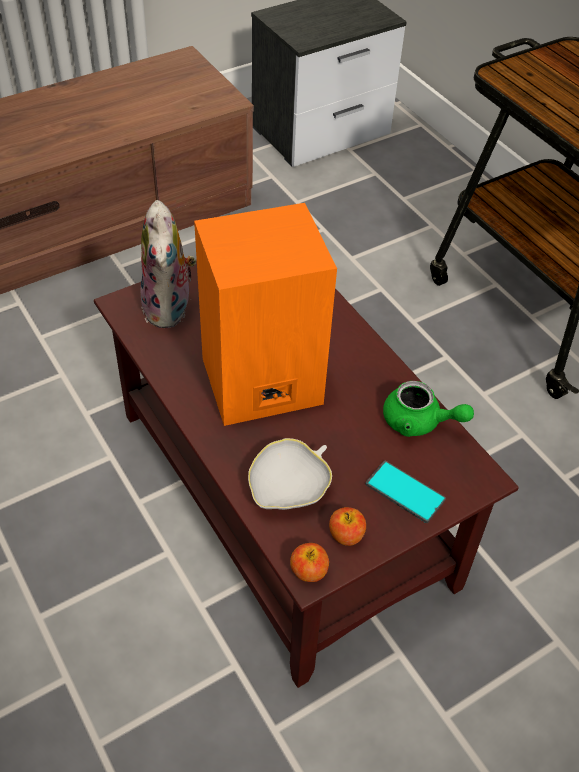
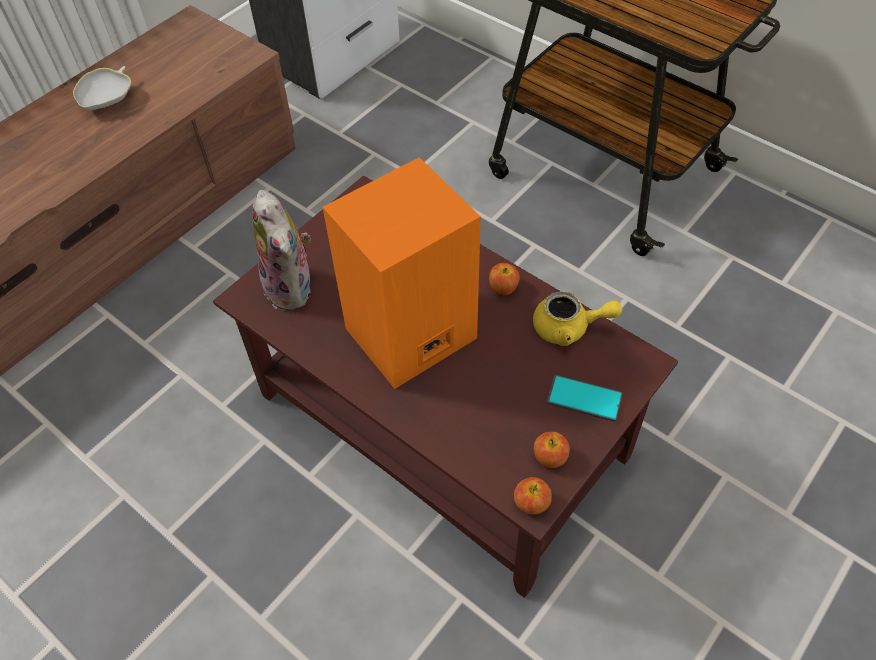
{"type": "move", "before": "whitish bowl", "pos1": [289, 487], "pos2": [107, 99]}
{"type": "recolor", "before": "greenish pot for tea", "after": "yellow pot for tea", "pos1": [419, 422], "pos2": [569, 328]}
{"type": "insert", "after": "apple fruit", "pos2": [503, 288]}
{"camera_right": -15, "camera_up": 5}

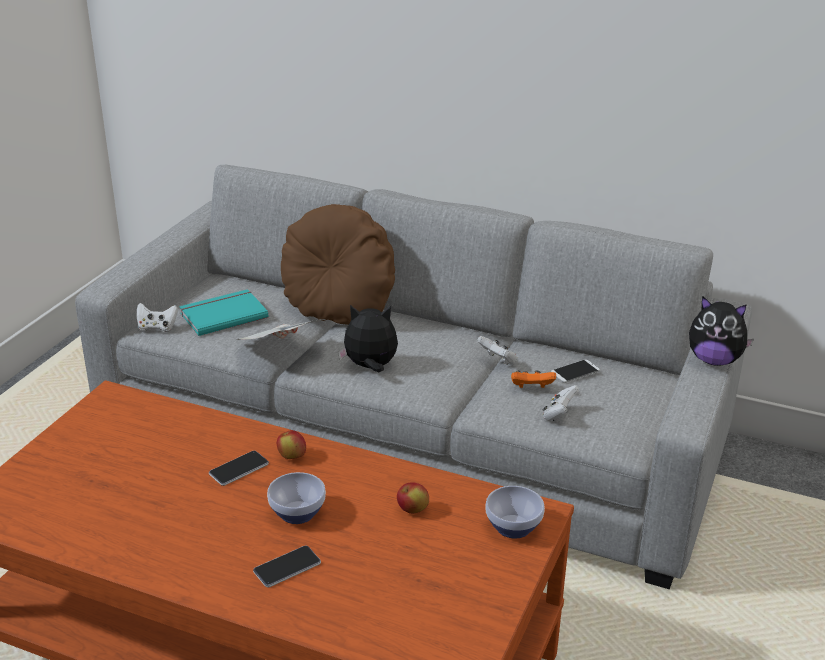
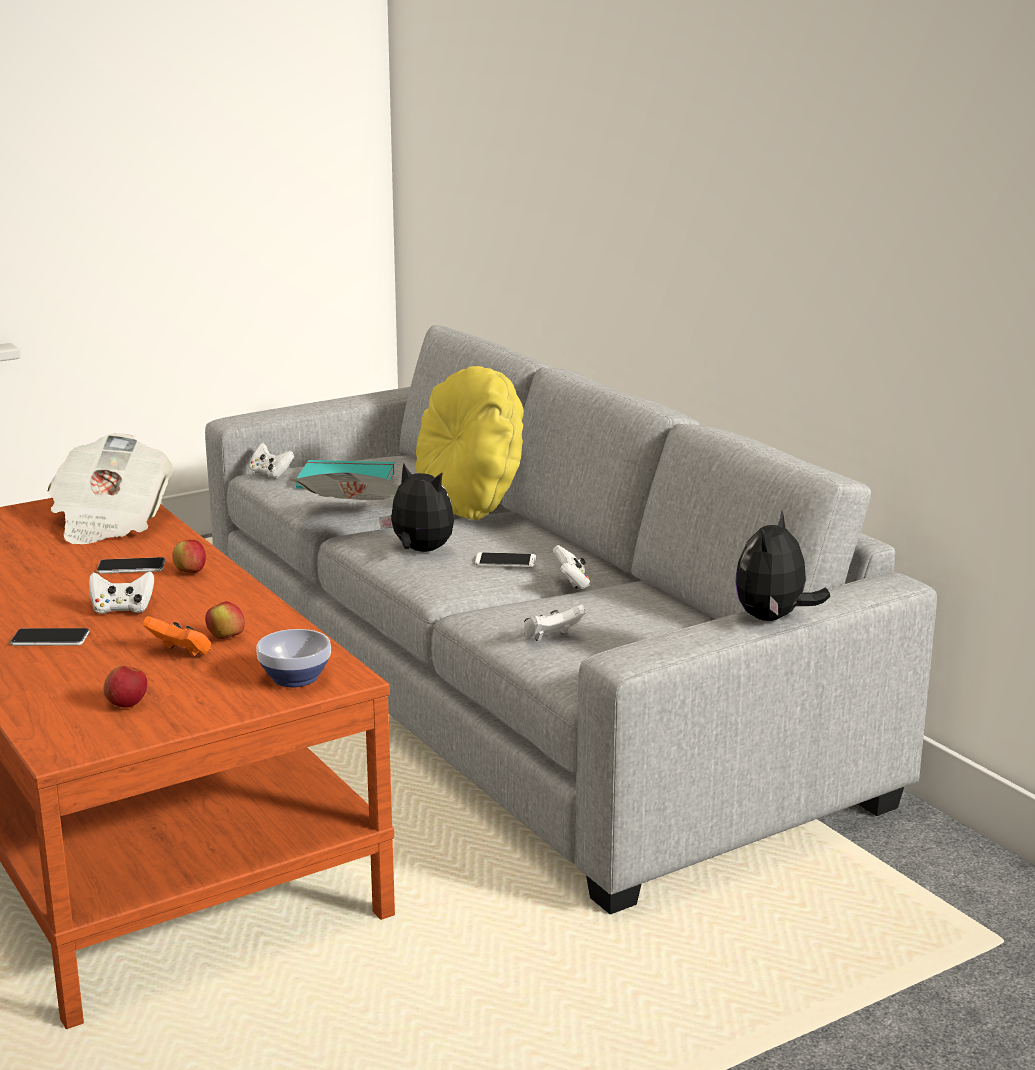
{"type": "replace", "before": "bowl", "after": "whitish joypad", "pos1": [297, 514], "pos2": [122, 609]}
{"type": "recolor", "before": "brown-coloured pillow", "after": "yellow pillow", "pos1": [339, 314], "pos2": [469, 508]}
{"type": "move", "before": "orange-coloured joypad", "pos1": [531, 388], "pos2": [181, 653]}
{"type": "move", "before": "handset", "pos1": [575, 372], "pos2": [505, 561]}
{"type": "rotate", "before": "cuddly toy", "pos1": [714, 360], "pos2": [773, 618], "turn": 60}
{"type": "insert", "after": "daily paper", "pos2": [110, 522]}
{"type": "insert", "after": "apple fruit", "pos2": [127, 705]}
{"camera_right": 35, "camera_up": -10}

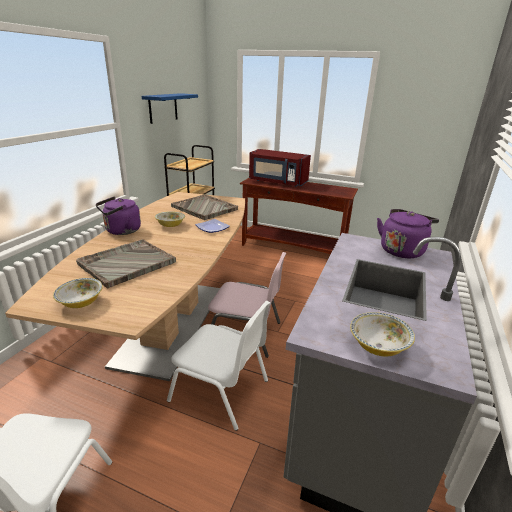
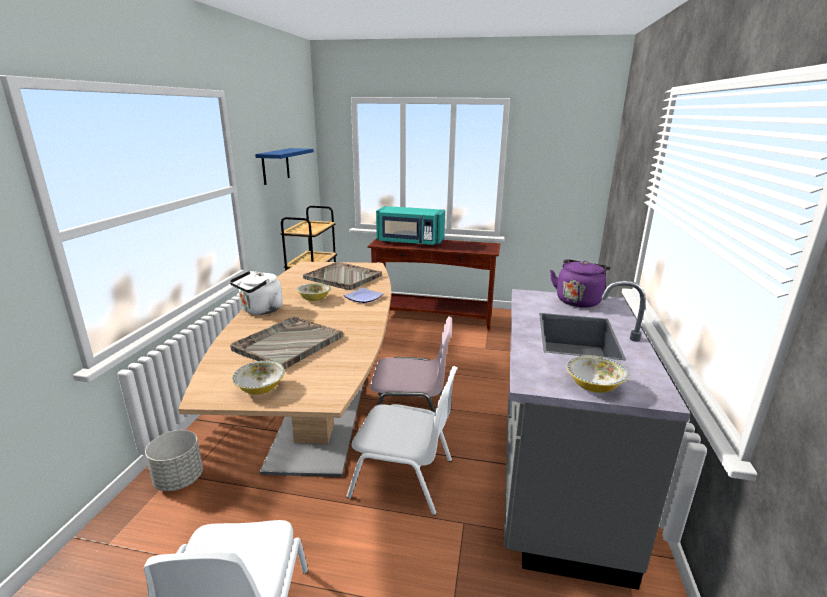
{"type": "recolor", "before": "purple kettle", "after": "whitish kettle", "pos1": [121, 231], "pos2": [260, 310]}
{"type": "recolor", "before": "reddish microwave", "after": "blue-green microwave", "pos1": [277, 182], "pos2": [410, 242]}
{"type": "insert", "after": "gray flower pot", "pos2": [179, 479]}
{"camera_right": -10, "camera_up": -5}

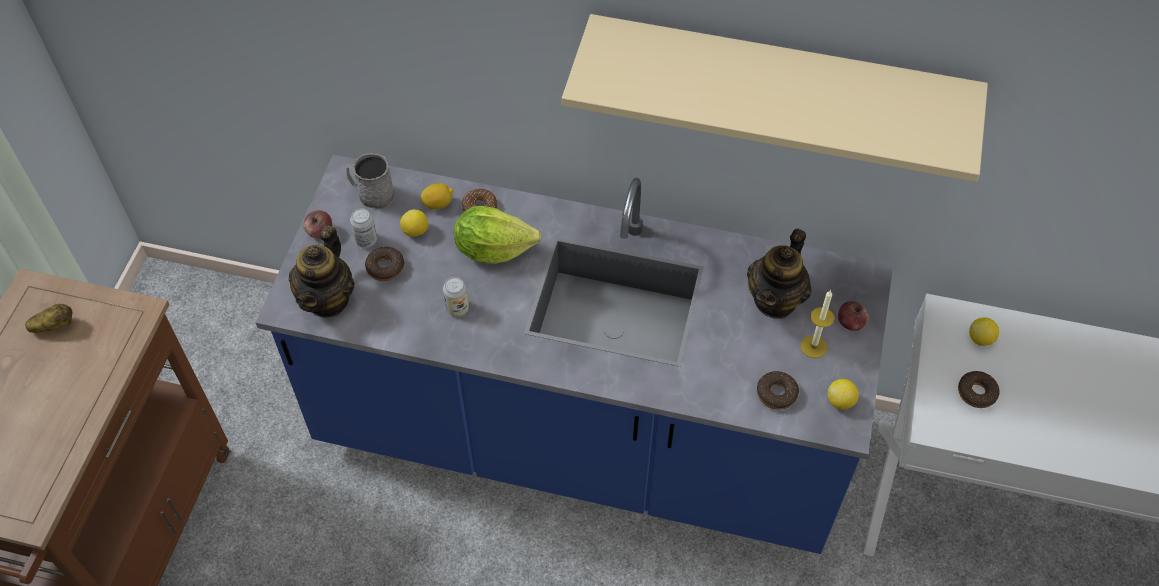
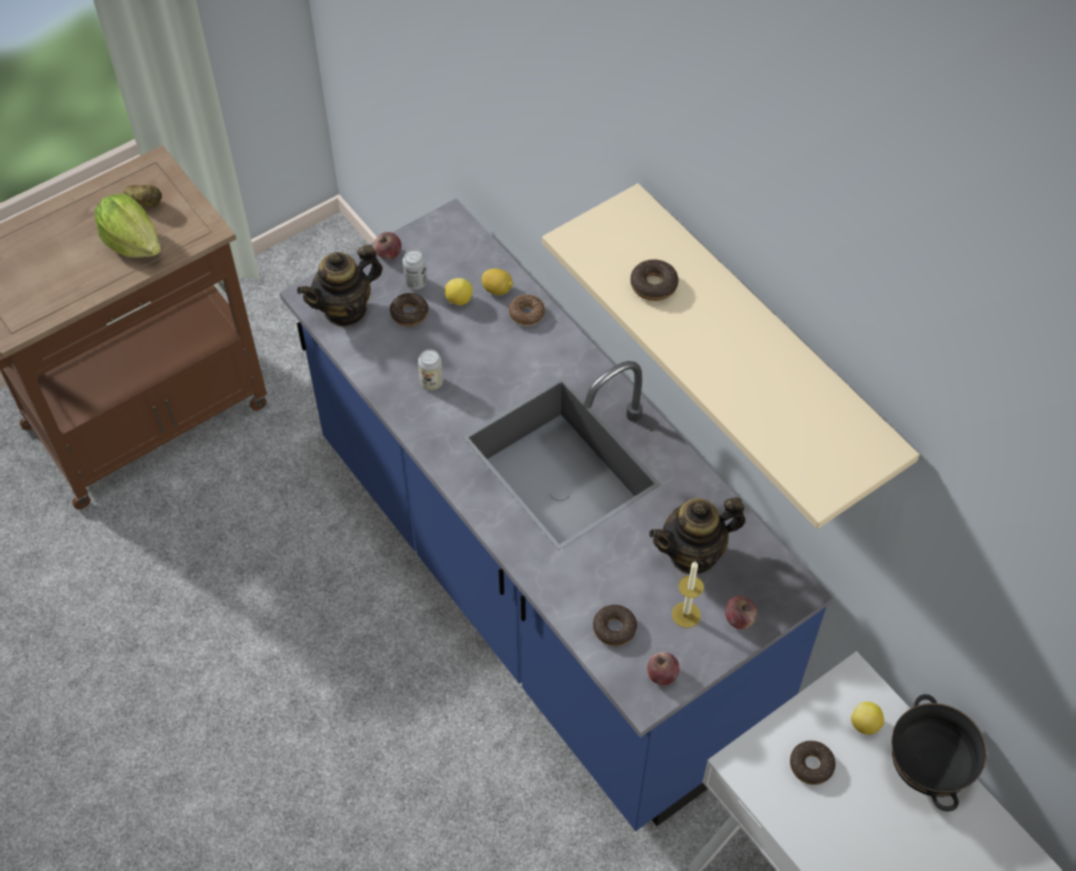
{"type": "delete", "before": "gray coffee mug", "pos1": [371, 194]}
{"type": "move", "before": "lettuce head", "pos1": [493, 249], "pos2": [133, 243]}
{"type": "replace", "before": "lemon", "after": "apple fruit", "pos1": [840, 401], "pos2": [662, 674]}
{"type": "insert", "after": "doughnut", "pos2": [653, 285]}
{"type": "insert", "after": "black bowl", "pos2": [925, 769]}
{"camera_right": 40, "camera_up": 0}

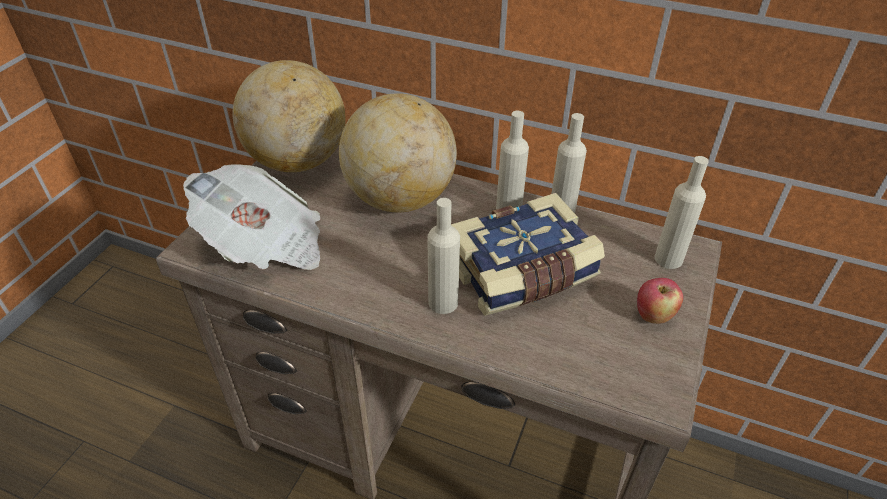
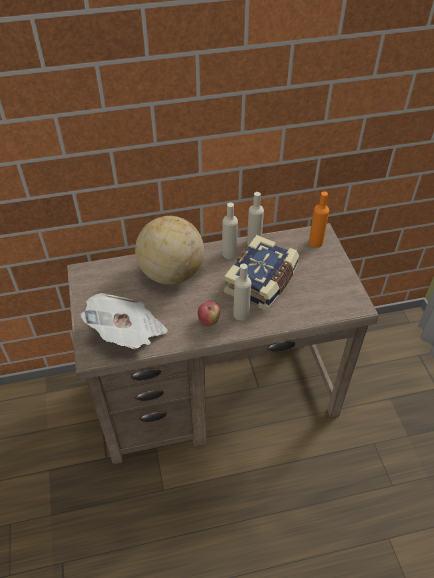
{"type": "delete", "before": "desk globe", "pos1": [298, 161]}
{"type": "move", "before": "apple fruit", "pos1": [653, 315], "pos2": [209, 321]}
{"type": "recolor", "before": "sand-coloured bottle", "after": "orange-coloured bottle", "pos1": [668, 258], "pos2": [315, 242]}
{"camera_right": -35, "camera_up": 5}

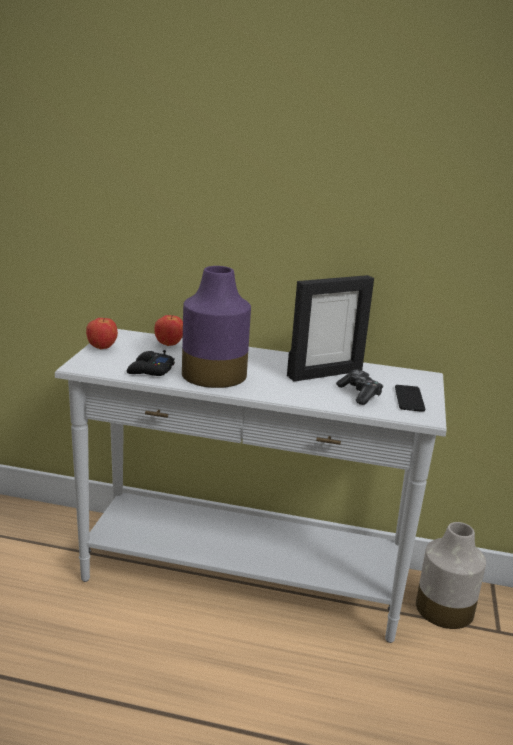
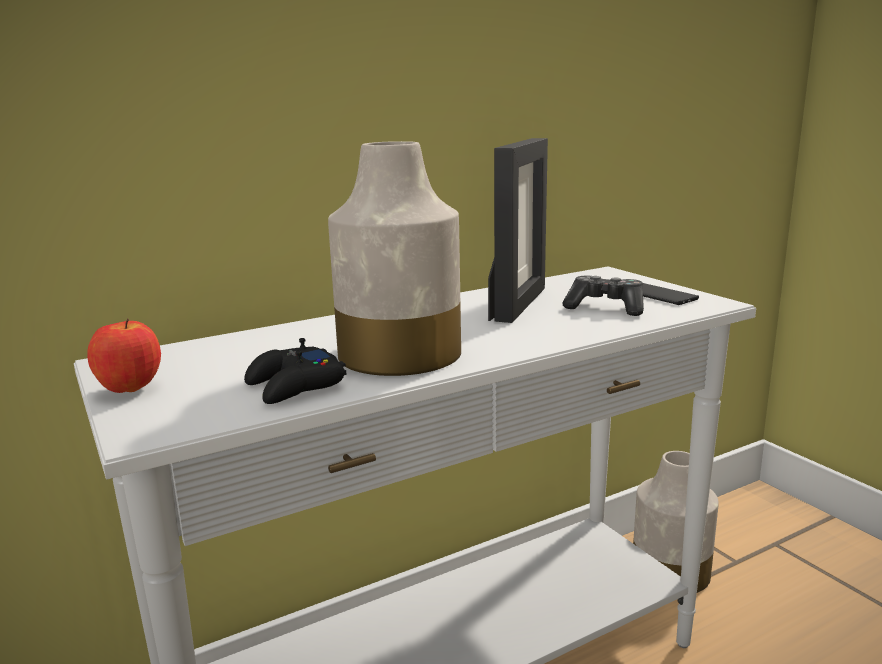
{"type": "delete", "before": "apple fruit", "pos1": [169, 344]}
{"type": "recolor", "before": "purple decorative vase", "after": "sand-coloured decorative vase", "pos1": [214, 374], "pos2": [401, 353]}
{"camera_right": -40, "camera_up": -5}

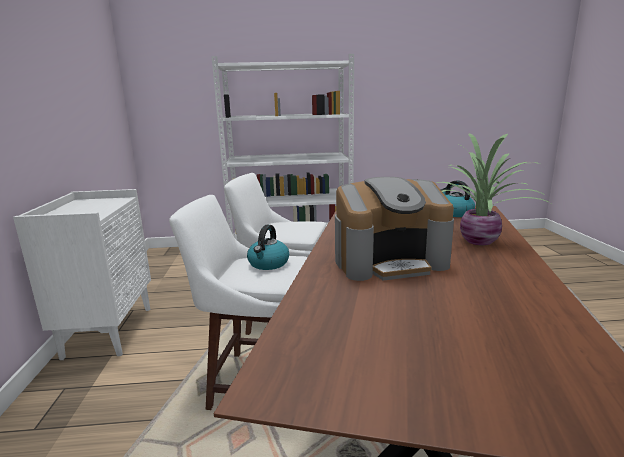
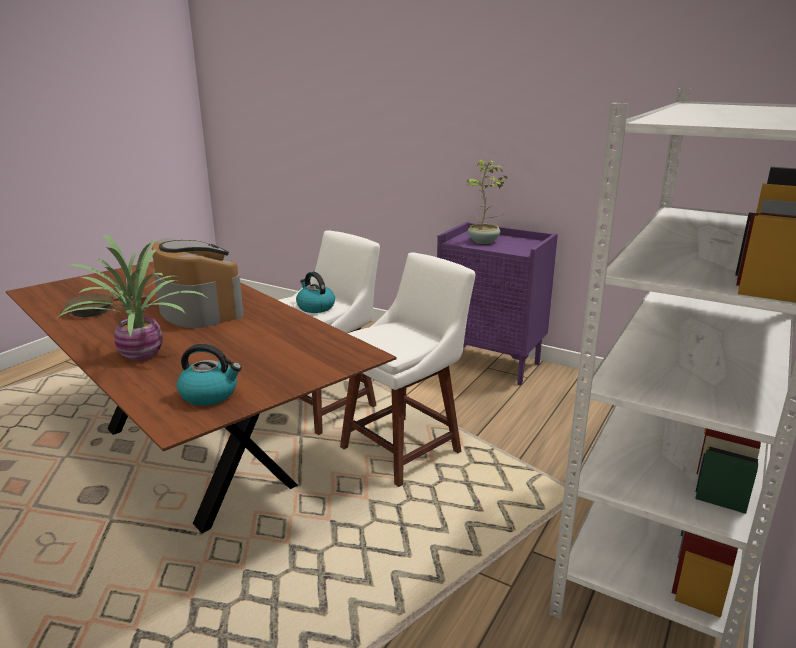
{"type": "recolor", "before": "whitish storage cabinet", "after": "purple storage cabinet", "pos1": [109, 331], "pos2": [490, 364]}
{"type": "rotate", "before": "coffee brewer", "pos1": [390, 261], "pos2": [199, 310], "turn": 120}
{"type": "insert", "after": "brown-coloured skillet", "pos2": [96, 310]}
{"type": "insert", "after": "plant in a pot", "pos2": [484, 241]}
{"camera_right": 125, "camera_up": 5}

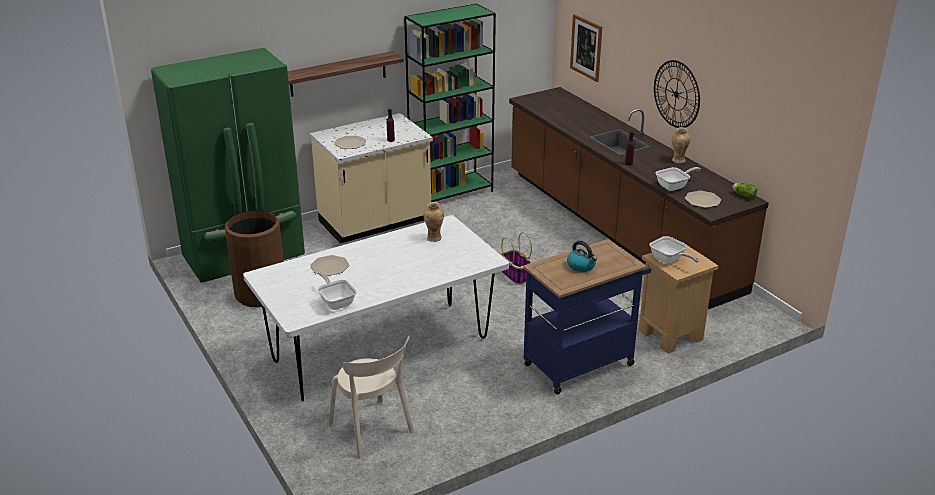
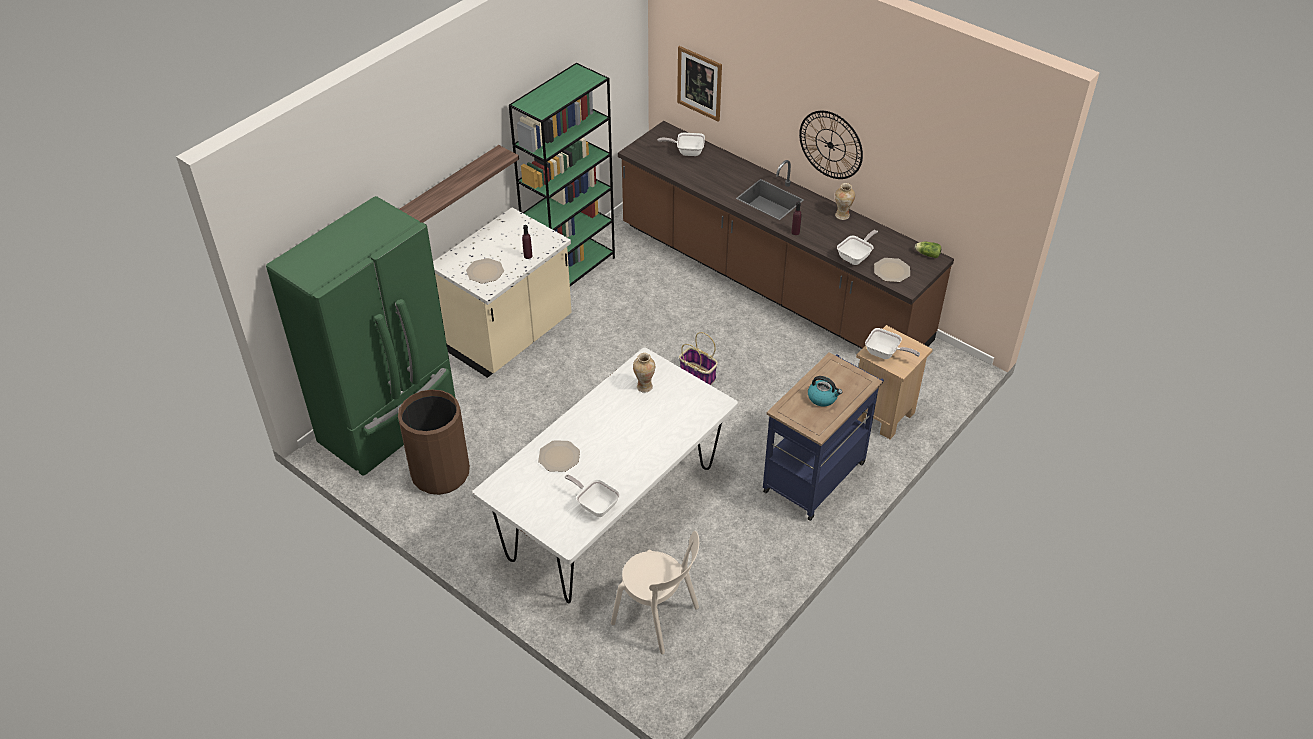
{"type": "insert", "after": "skillet", "pos2": [686, 151]}
{"camera_right": -20, "camera_up": 15}

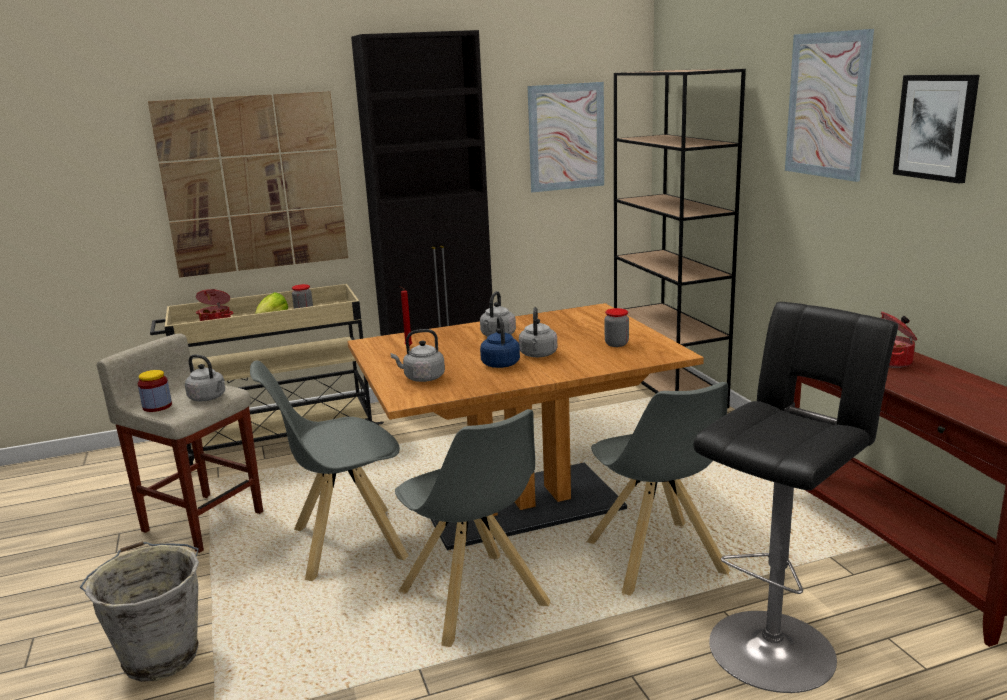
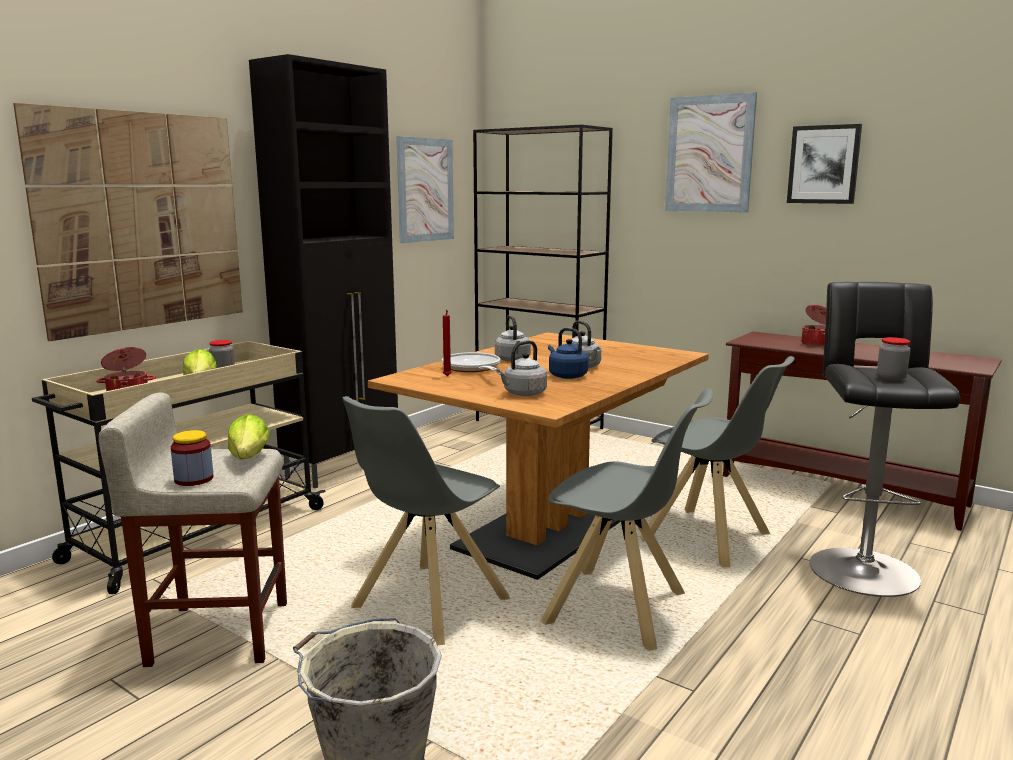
{"type": "replace", "before": "gray kettle", "after": "lettuce head", "pos1": [209, 398], "pos2": [246, 461]}
{"type": "move", "before": "jar", "pos1": [616, 344], "pos2": [891, 378]}
{"type": "insert", "after": "skillet", "pos2": [472, 368]}
{"camera_right": -35, "camera_up": -5}

